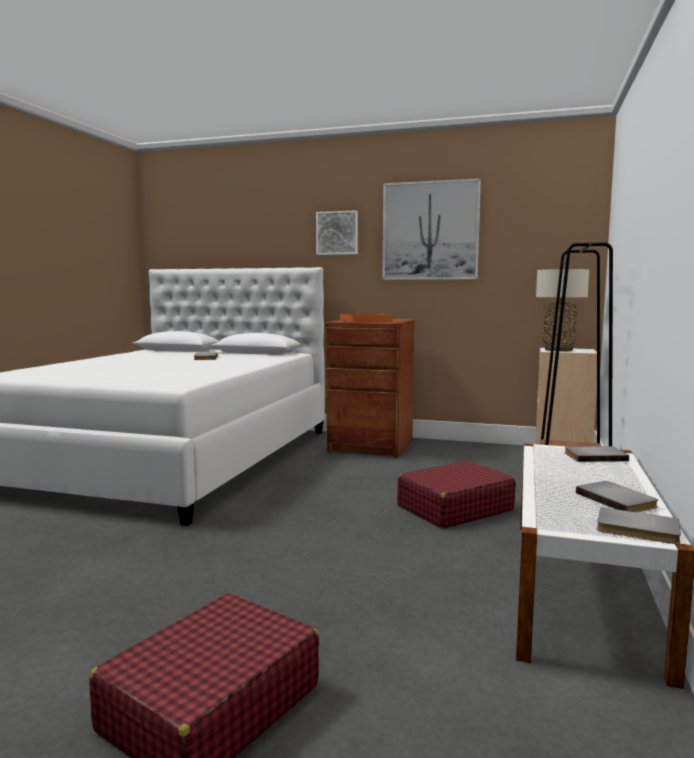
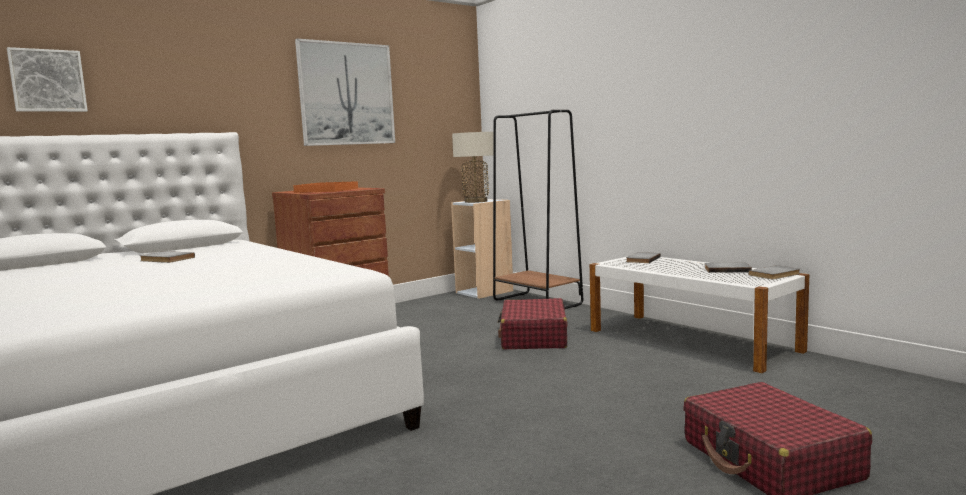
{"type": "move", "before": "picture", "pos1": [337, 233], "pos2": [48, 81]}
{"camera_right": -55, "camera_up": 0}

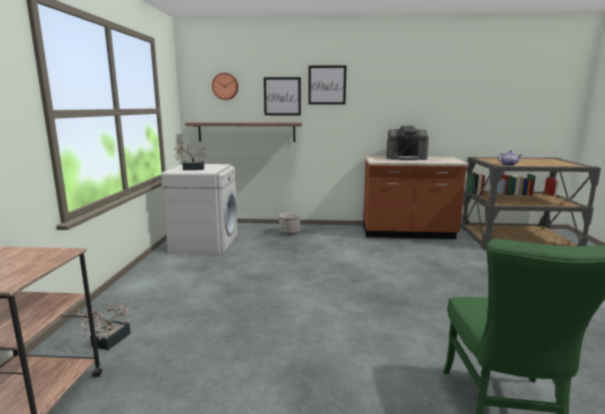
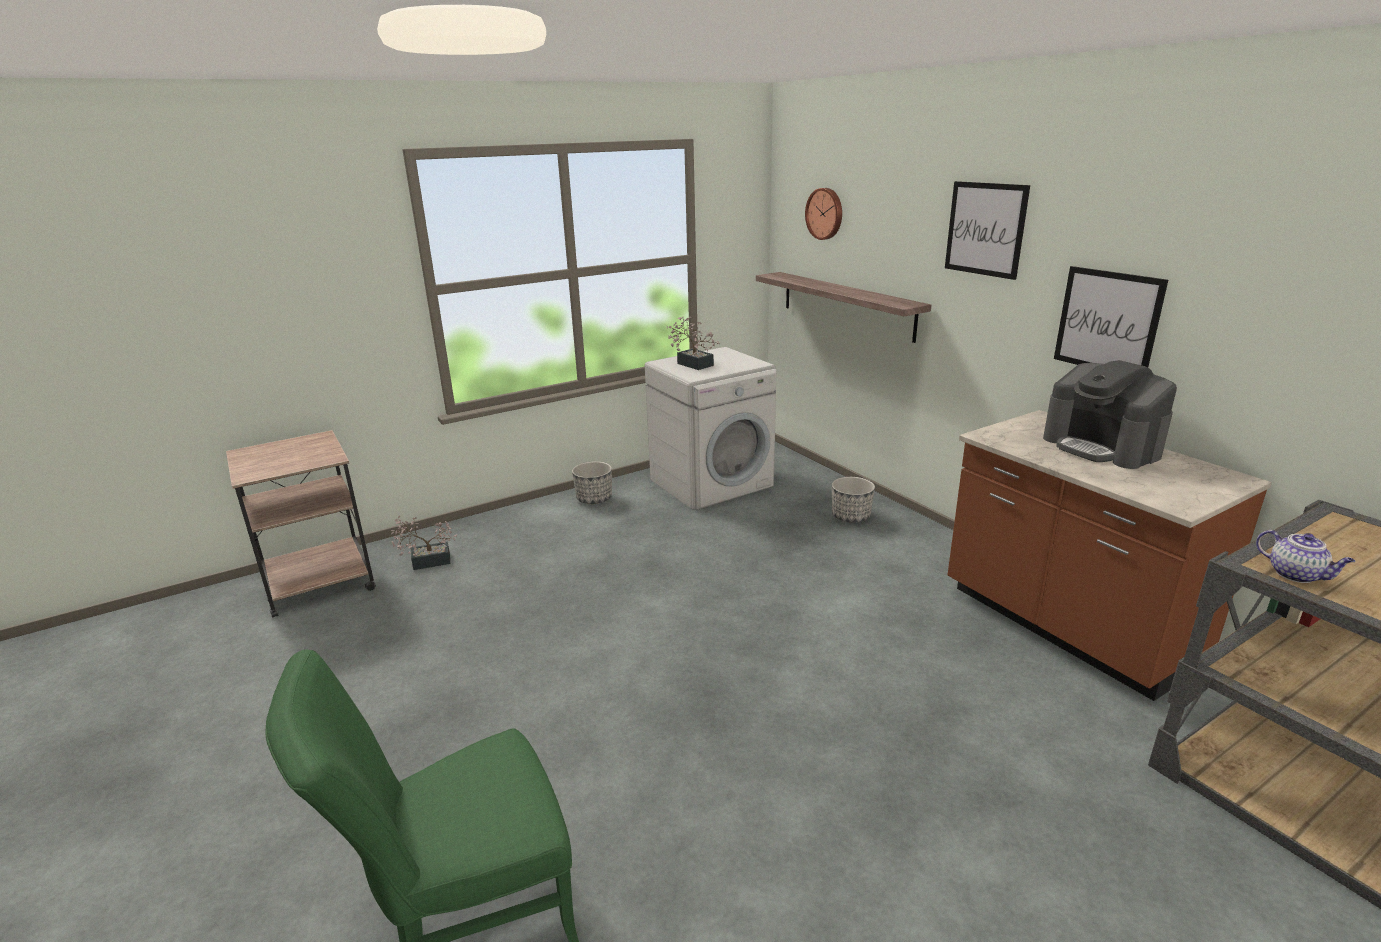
{"type": "move", "before": "picture", "pos1": [282, 96], "pos2": [1107, 322]}
{"type": "insert", "after": "flower pot", "pos2": [594, 499]}
{"camera_right": 55, "camera_up": 10}

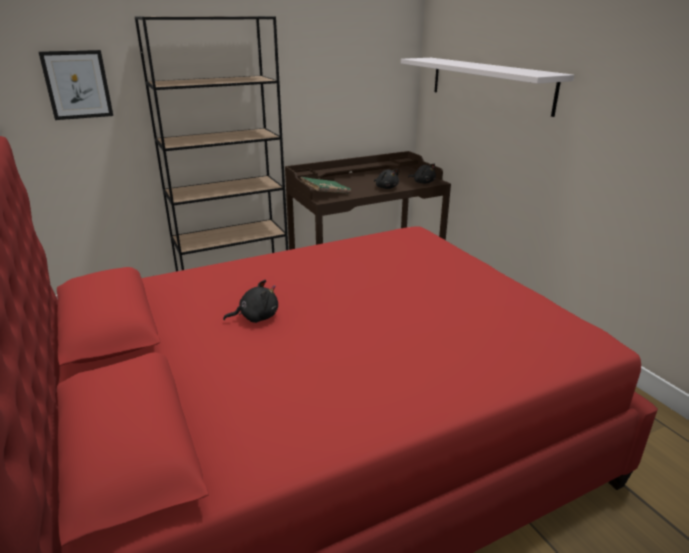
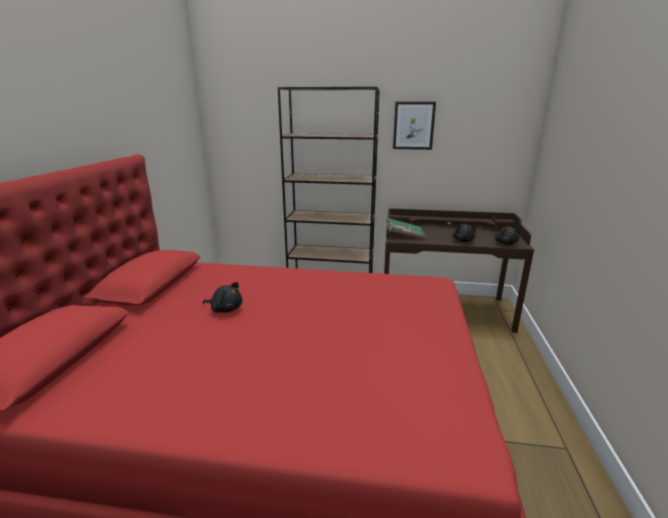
{"type": "move", "before": "picture", "pos1": [77, 85], "pos2": [413, 125]}
{"type": "delete", "before": "whitish wall shelf", "pos1": [489, 84]}
{"camera_right": 35, "camera_up": -5}

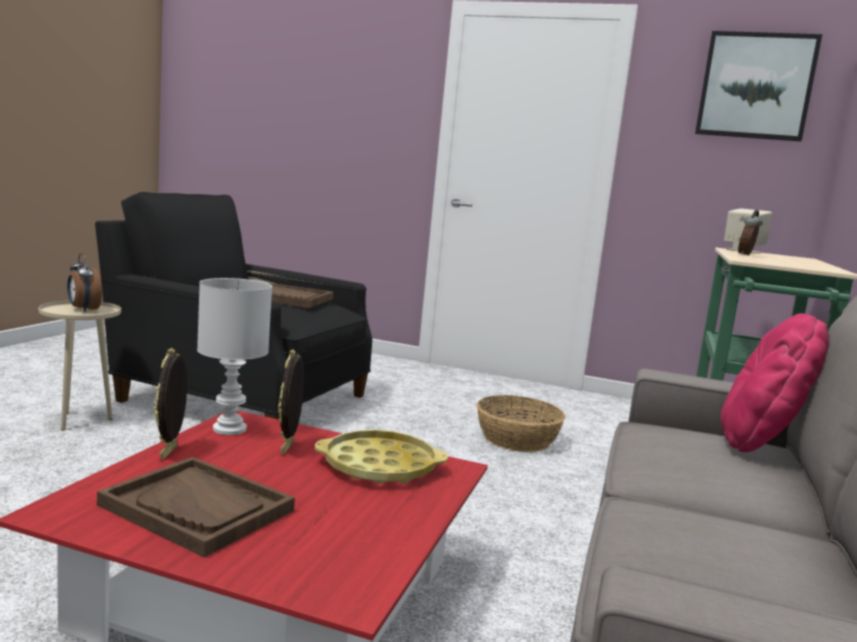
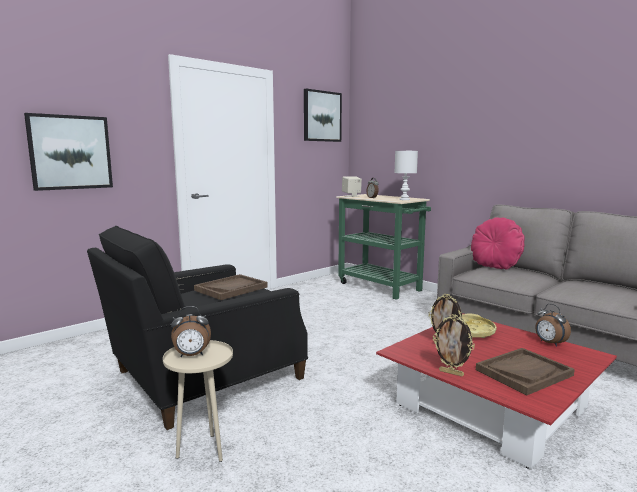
{"type": "move", "before": "whitish lamp for a table", "pos1": [231, 429], "pos2": [404, 199]}
{"type": "delete", "before": "household basket", "pos1": [516, 439]}
{"type": "insert", "after": "picture", "pos2": [70, 152]}
{"type": "insert", "after": "bedside clock", "pos2": [549, 343]}
{"camera_right": -60, "camera_up": 0}

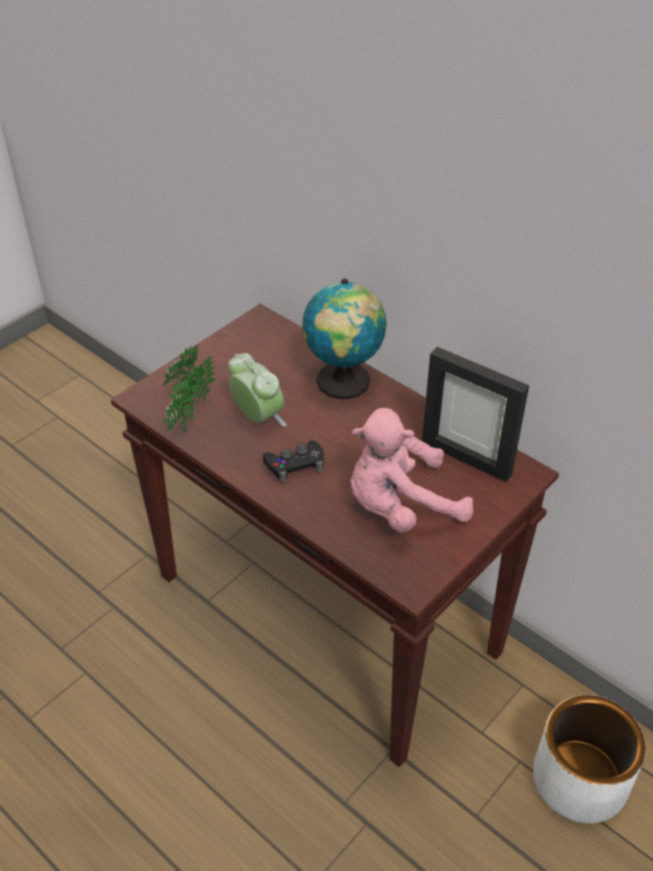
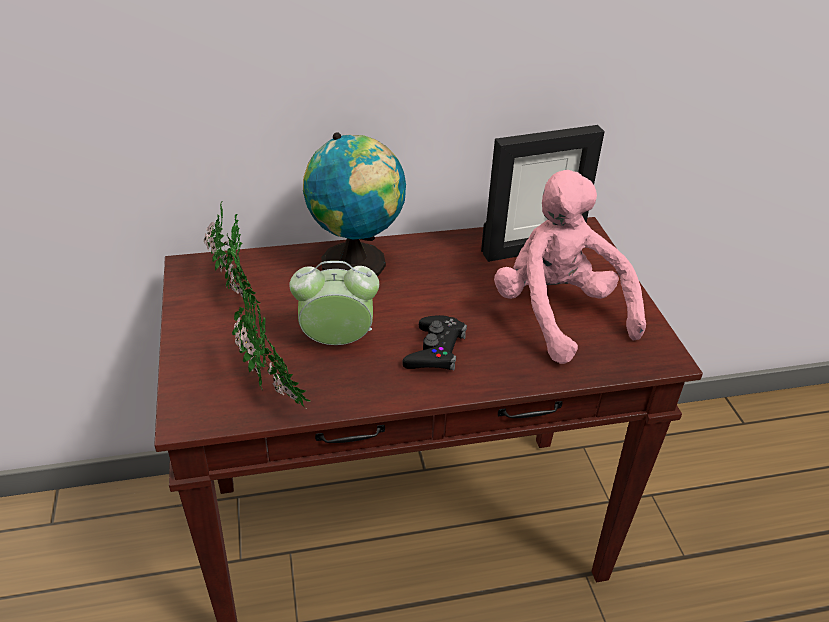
{"type": "rotate", "before": "pinkish cuddly toy", "pos1": [400, 506], "pos2": [558, 314], "turn": 135}
{"type": "delete", "before": "whitish flower pot", "pos1": [579, 780]}
{"type": "insert", "after": "plant in a pot", "pos2": [237, 295]}
{"camera_right": -55, "camera_up": -5}

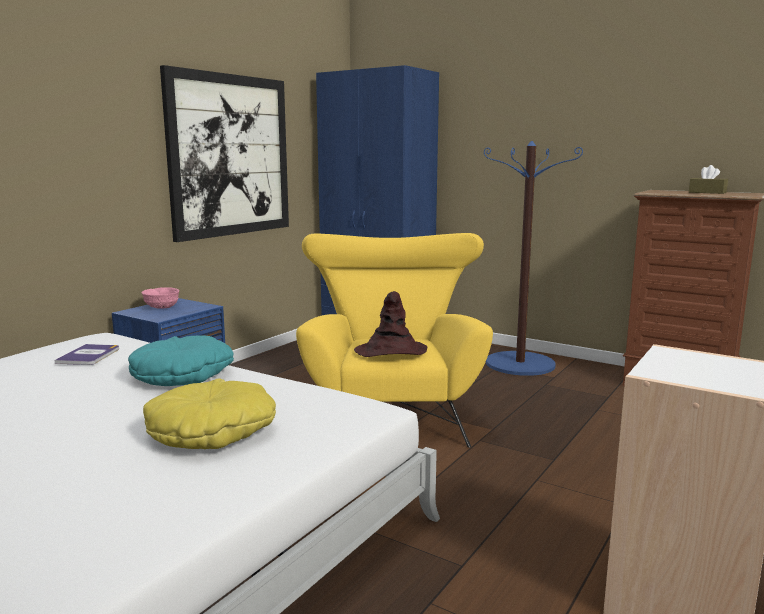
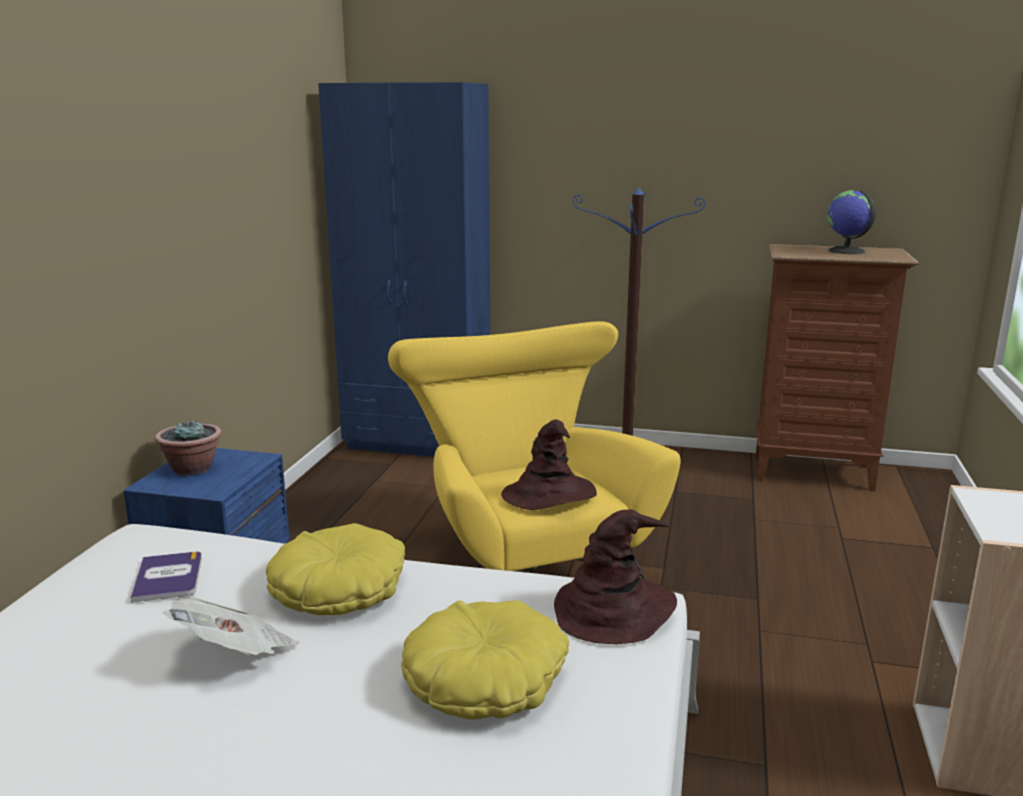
{"type": "recolor", "before": "blue-green pillow", "after": "yellow pillow", "pos1": [180, 375], "pos2": [336, 589]}
{"type": "replace", "before": "pinkish bowl", "after": "plant in a pot", "pos1": [161, 307], "pos2": [192, 469]}
{"type": "delete", "before": "picture", "pos1": [230, 156]}
{"type": "replace", "before": "brown-coloured tissue box", "after": "desk globe", "pos1": [707, 192], "pos2": [846, 251]}
{"type": "insert", "after": "daily paper", "pos2": [237, 654]}
{"type": "insert", "after": "brown-coloured clothing hat", "pos2": [613, 610]}
{"camera_right": -20, "camera_up": 5}

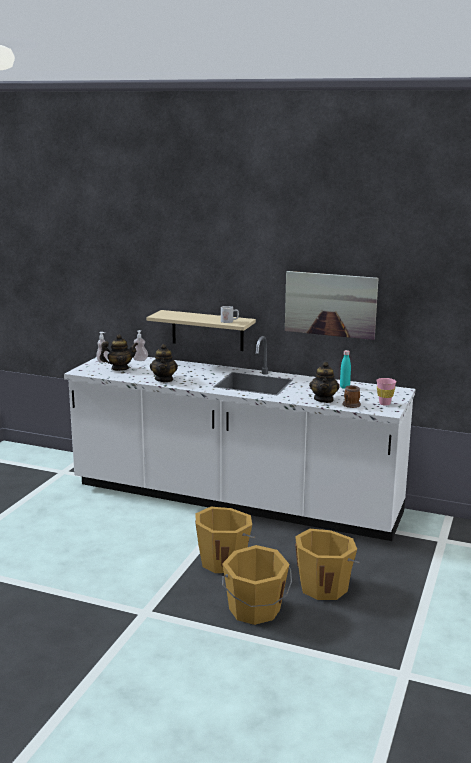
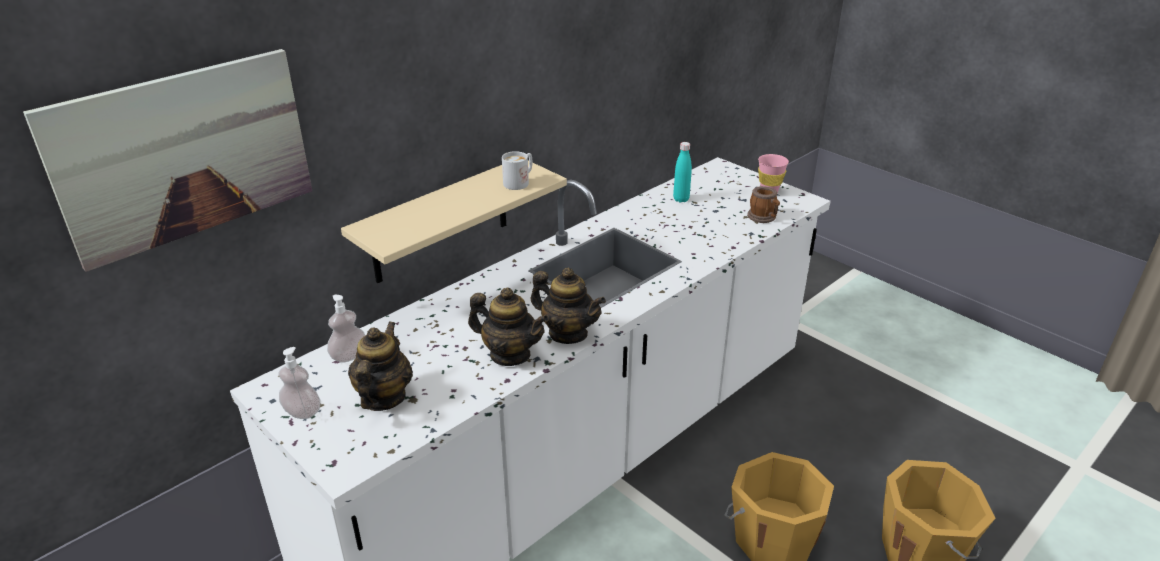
{"type": "move", "before": "picture", "pos1": [330, 304], "pos2": [185, 155]}
{"type": "delete", "before": "orange-coloured bucket", "pos1": [324, 586]}
{"type": "move", "before": "pot for tea", "pos1": [324, 399], "pos2": [568, 333]}
{"camera_right": -65, "camera_up": 15}

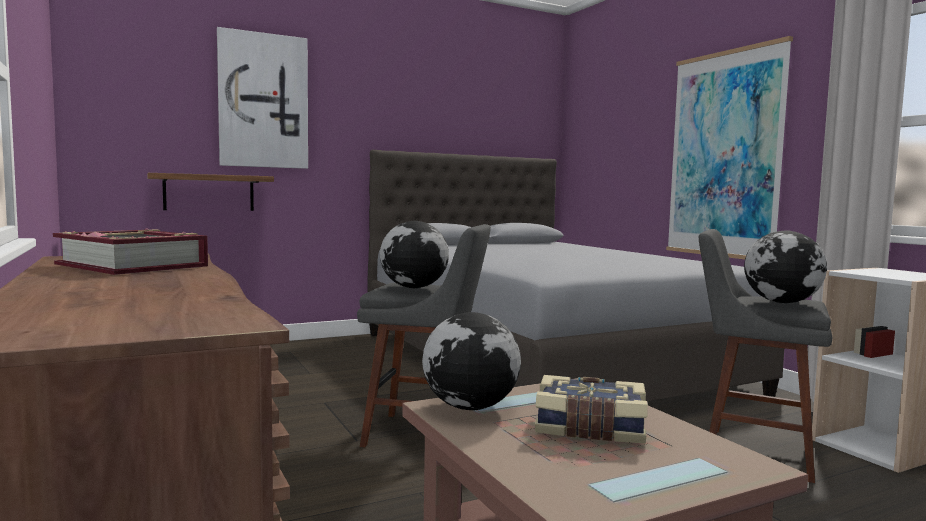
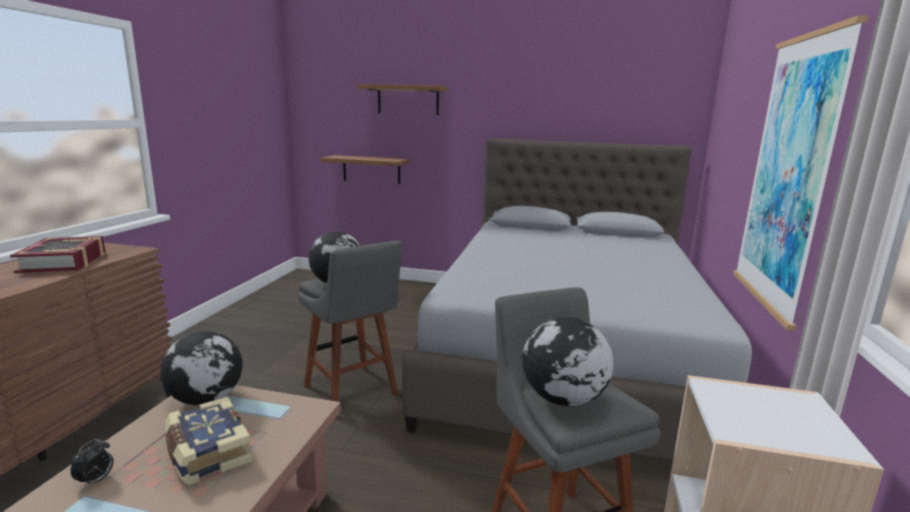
{"type": "replace", "before": "picture", "after": "wall shelf", "pos1": [263, 101], "pos2": [408, 100]}
{"type": "insert", "after": "bedside clock", "pos2": [96, 481]}
{"camera_right": 40, "camera_up": 10}

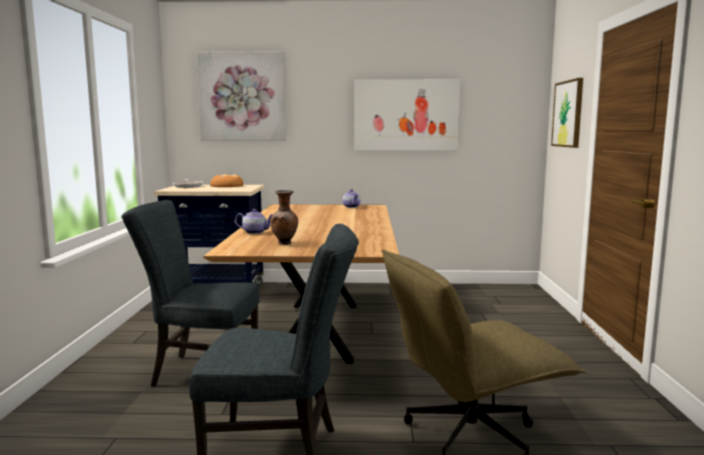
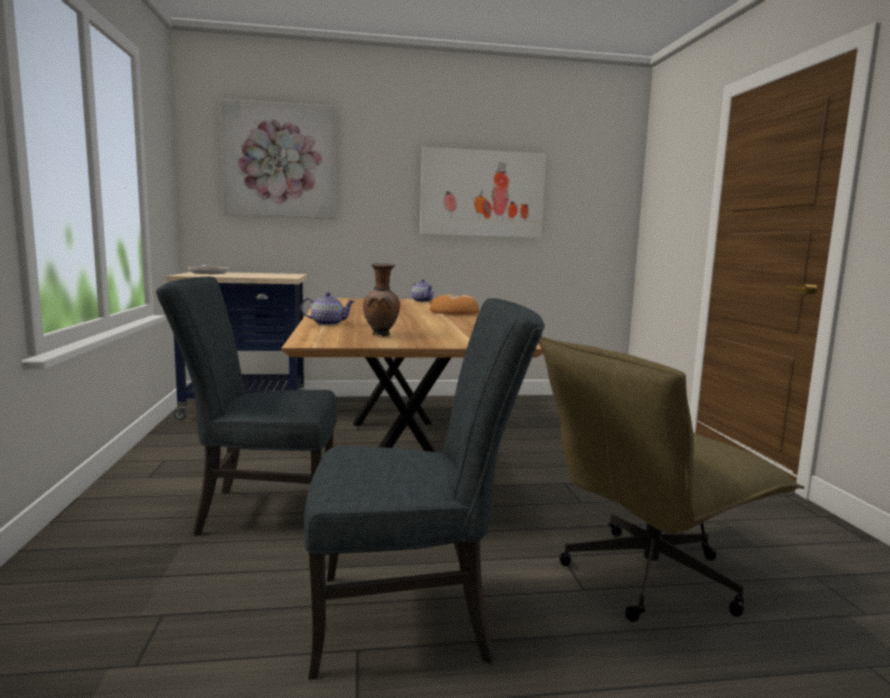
{"type": "move", "before": "baked bread", "pos1": [226, 186], "pos2": [453, 312]}
{"type": "delete", "before": "picture", "pos1": [568, 114]}
{"camera_right": -10, "camera_up": 0}

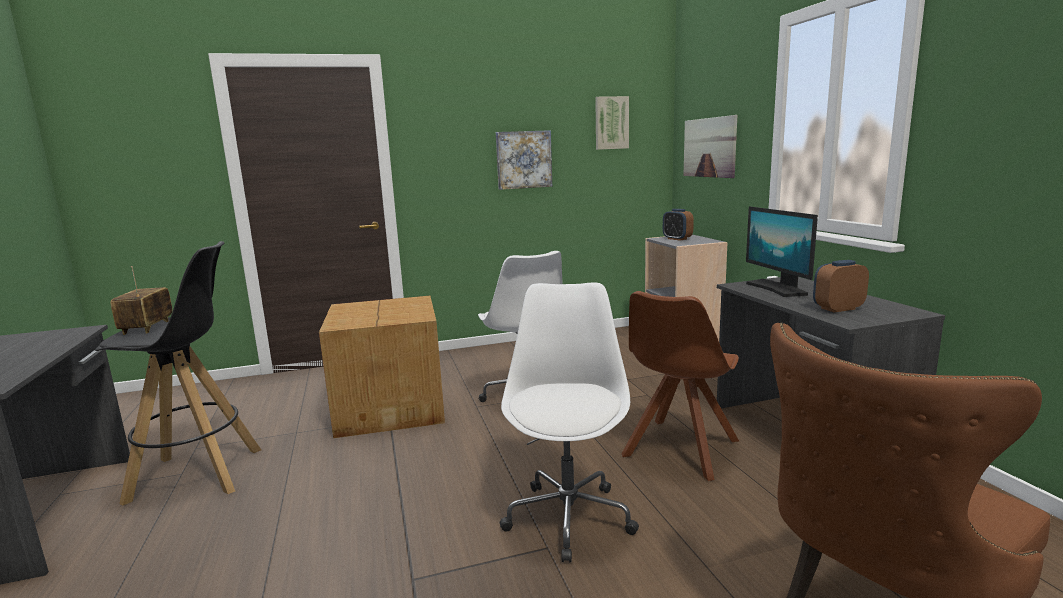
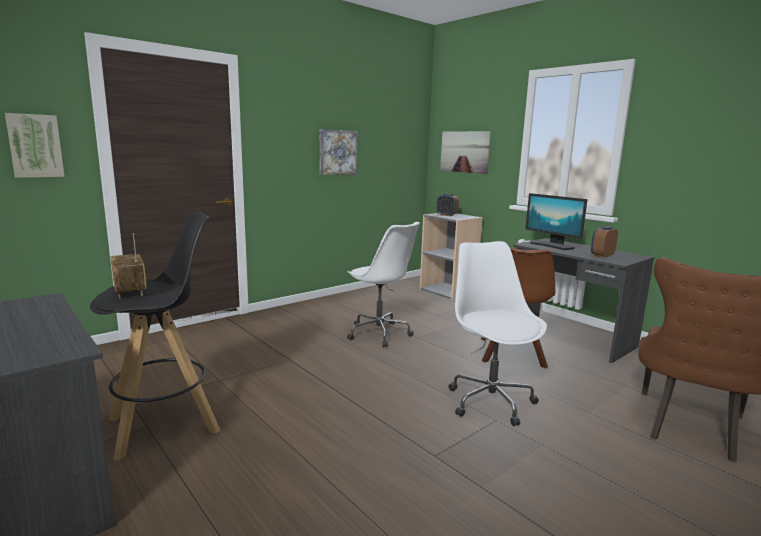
{"type": "delete", "before": "packing box", "pos1": [392, 407]}
{"type": "move", "before": "picture", "pos1": [611, 123], "pos2": [35, 146]}
{"camera_right": -25, "camera_up": 0}

